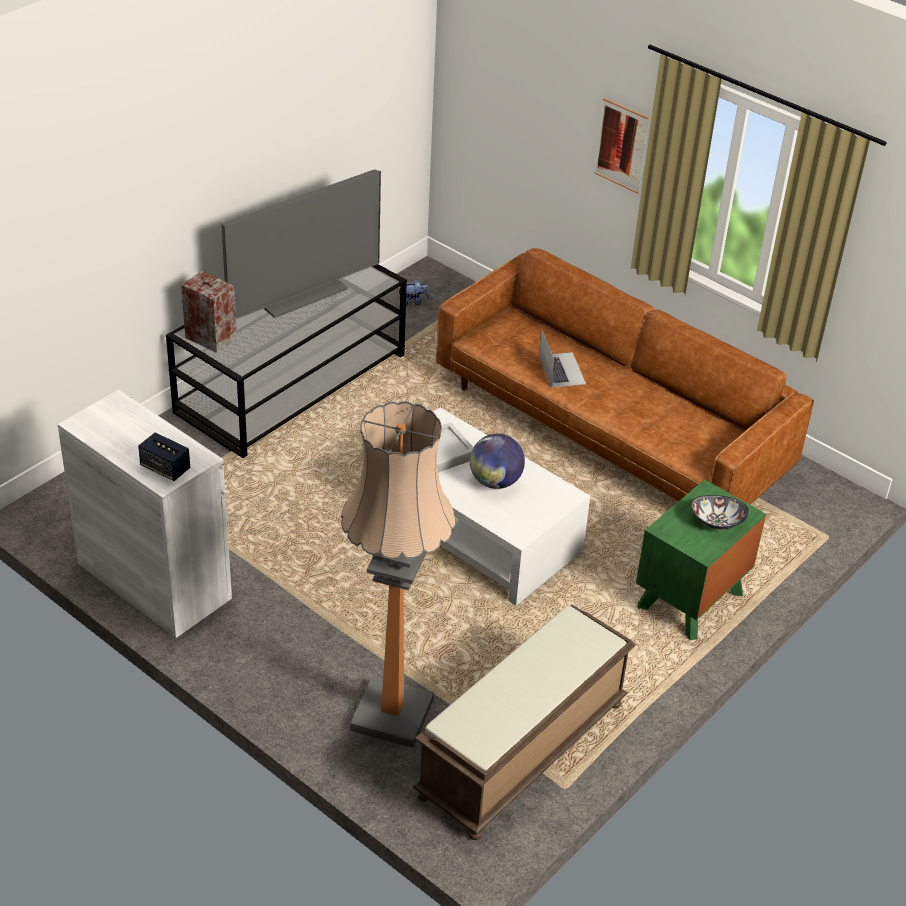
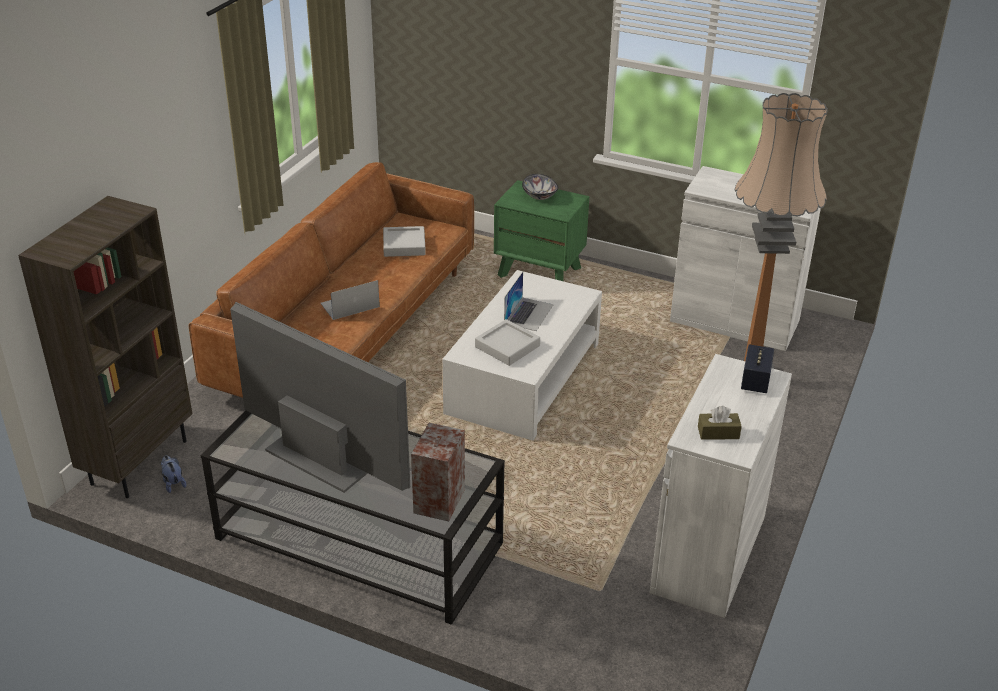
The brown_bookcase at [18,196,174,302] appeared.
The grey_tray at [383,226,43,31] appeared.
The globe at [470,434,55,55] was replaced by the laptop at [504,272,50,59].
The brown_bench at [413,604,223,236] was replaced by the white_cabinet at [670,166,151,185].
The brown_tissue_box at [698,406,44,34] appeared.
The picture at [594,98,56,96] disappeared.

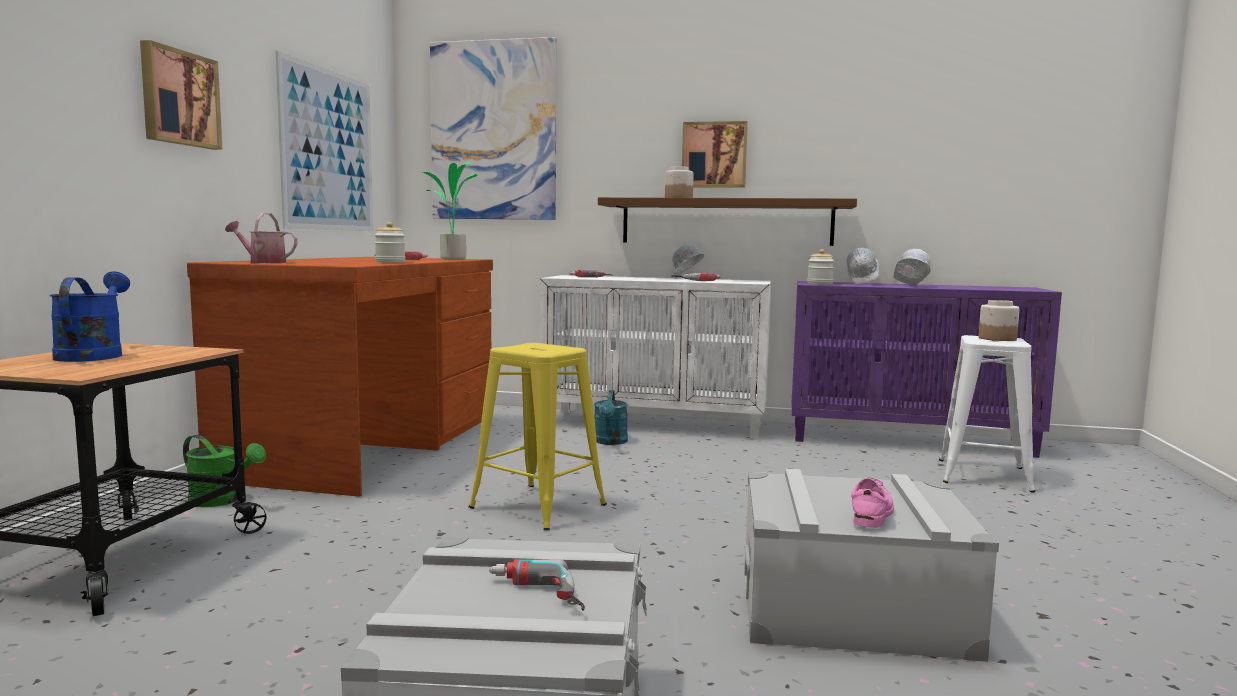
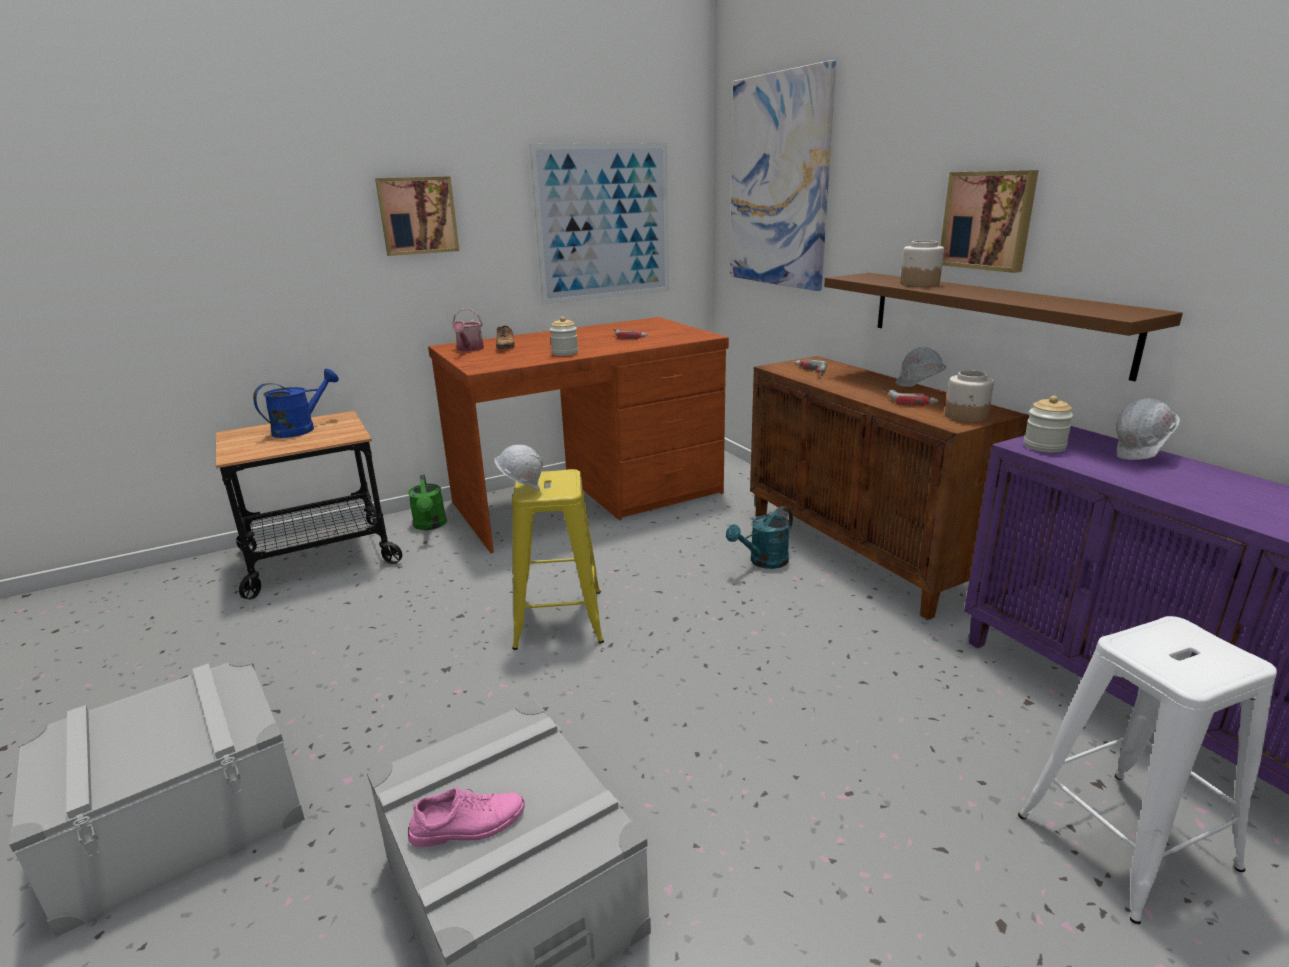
The watering_can at [225,212,73,51] turned 150 degrees counterclockwise.
The white_hard_hat moved from [894,249,37,37] to [494,445,49,47].
The shoe at [496,326,19,23] appeared.
The white_cabinet at [540,275,231,164] became the brown_cabinet at [750,356,279,264].
The jar moved from [979,300,41,41] to [945,370,49,53].
The potted_plant at [421,162,56,97] disappeared.
The power_drill at [489,559,96,52] disappeared.

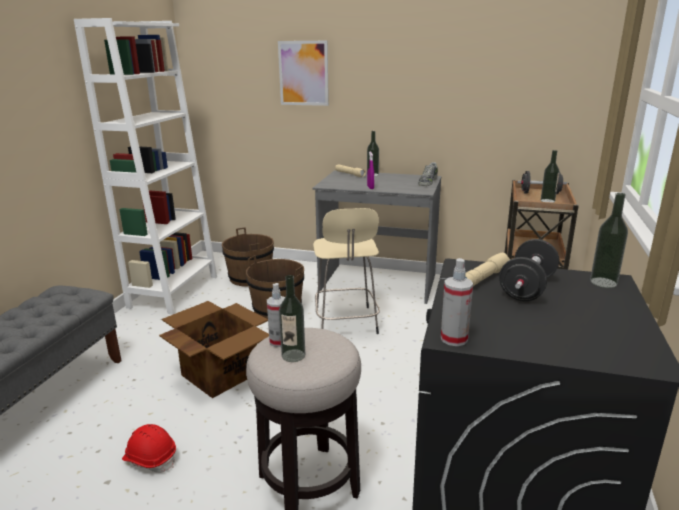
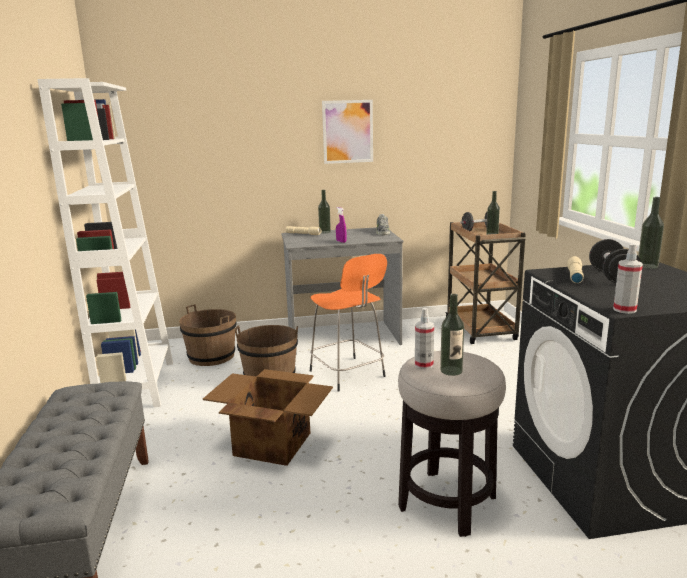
The beige_stool at [313,208,67,126] became the orange_stool at [310,254,77,138].
The picture moved from [278,41,51,65] to [322,100,51,64].
The red_hard_hat at [122,424,54,49] disappeared.

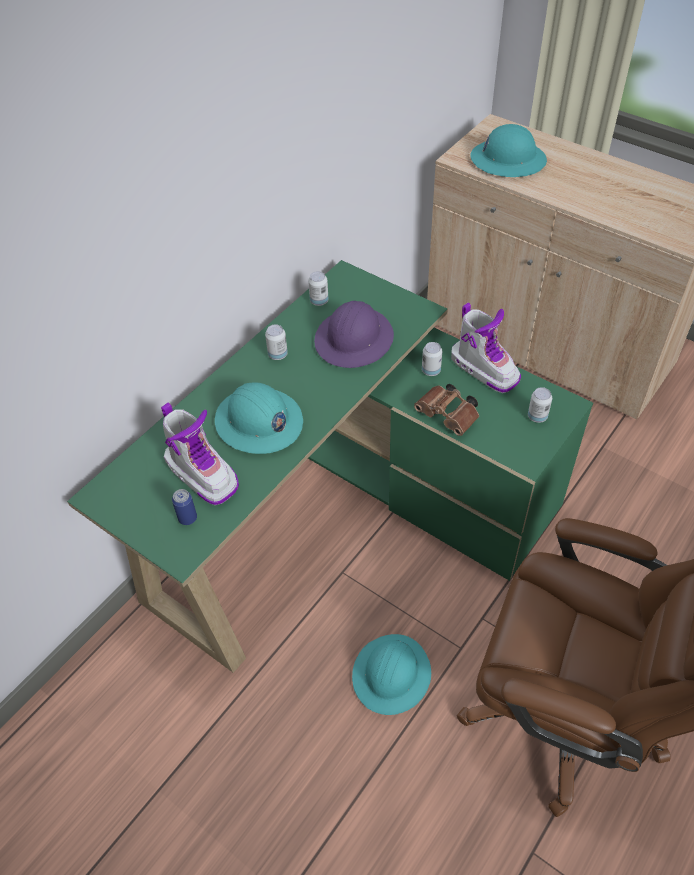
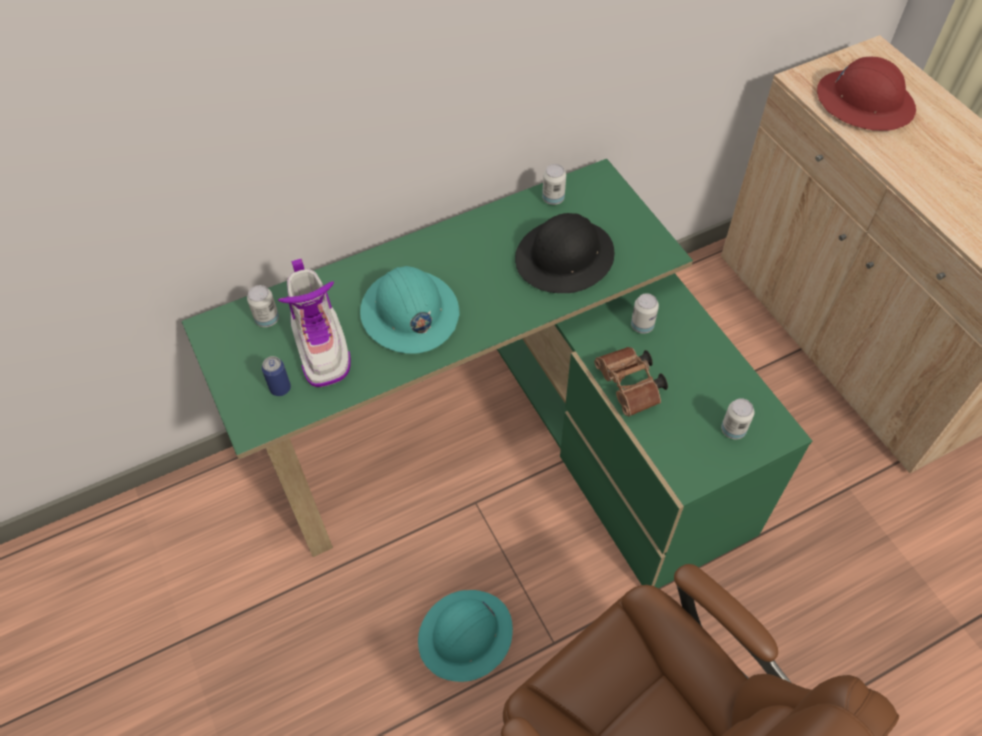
The can moved from [265,324,23,36] to [247,285,32,42].
The purple_hard_hat at [314,301,80,67] became the black_hard_hat at [515,213,99,80].
The turquoise_hard_hat at [470,124,77,53] became the red_hard_hat at [817,57,99,74].
The boot at [451,302,70,91] disappeared.

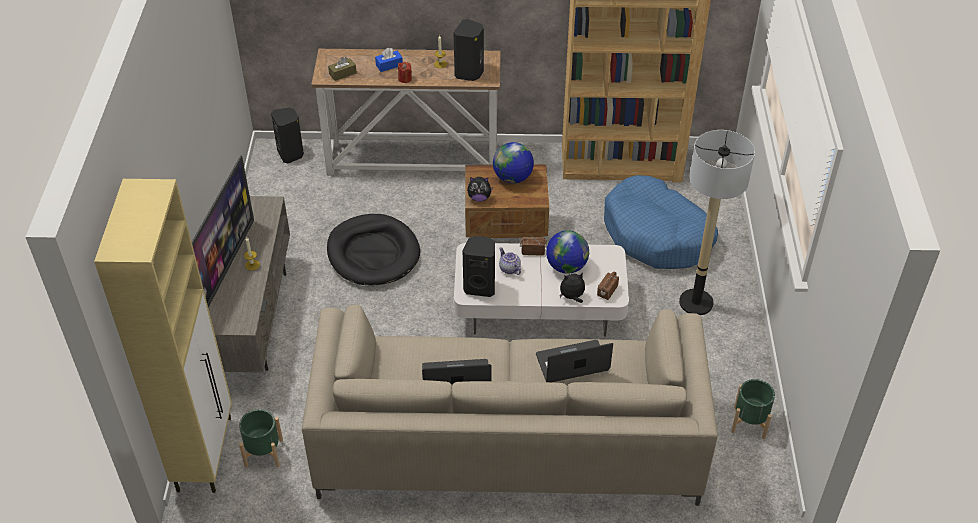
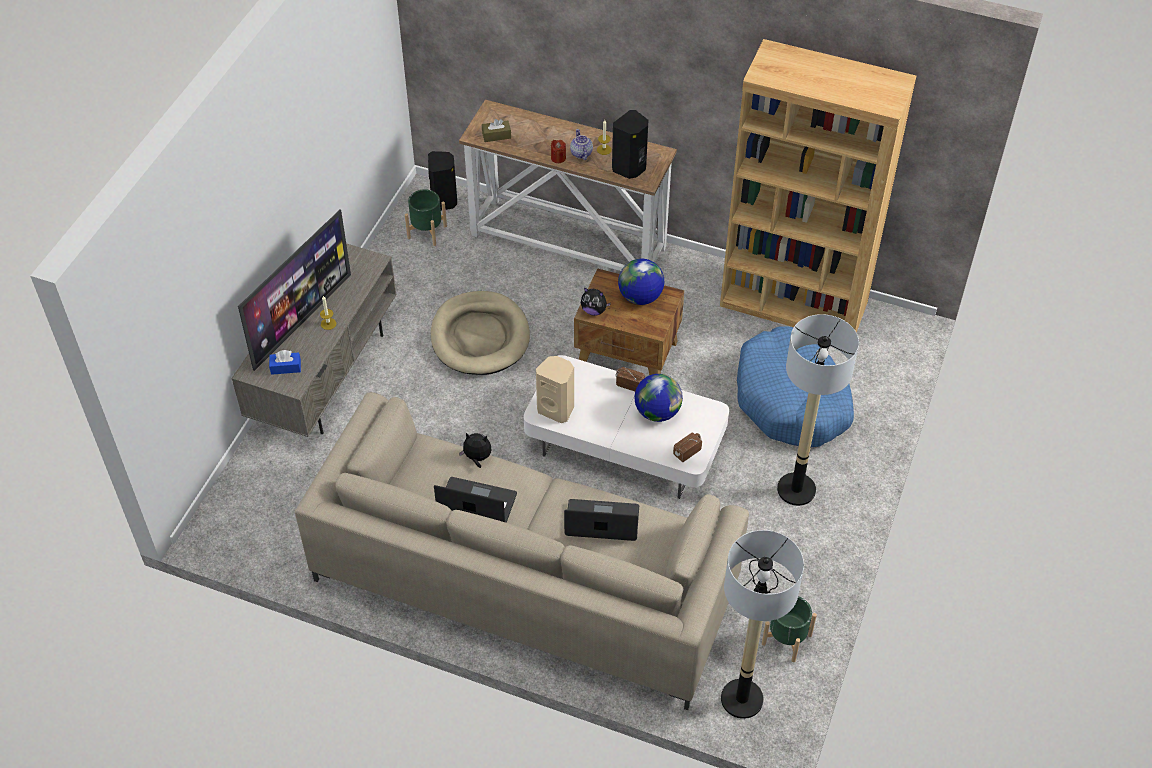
The blue_tissue_box moved from [375,48,28,24] to [269,350,32,25].
The green_planter moved from [239,409,44,59] to [405,189,42,57].
The black_dog_bed at [327,214,93,72] became the beige_dog_bed at [431,291,99,84].
The plush_toy moved from [560,272,25,31] to [459,433,32,35].
The black_speaker at [463,236,32,61] became the beige_speaker at [536,356,38,67].
The teapot moved from [499,247,22,28] to [570,129,23,31].
The floor_lamp at [721,530,83,189] appeared.
The beige_cabinet at [94,179,138,314] disappeared.

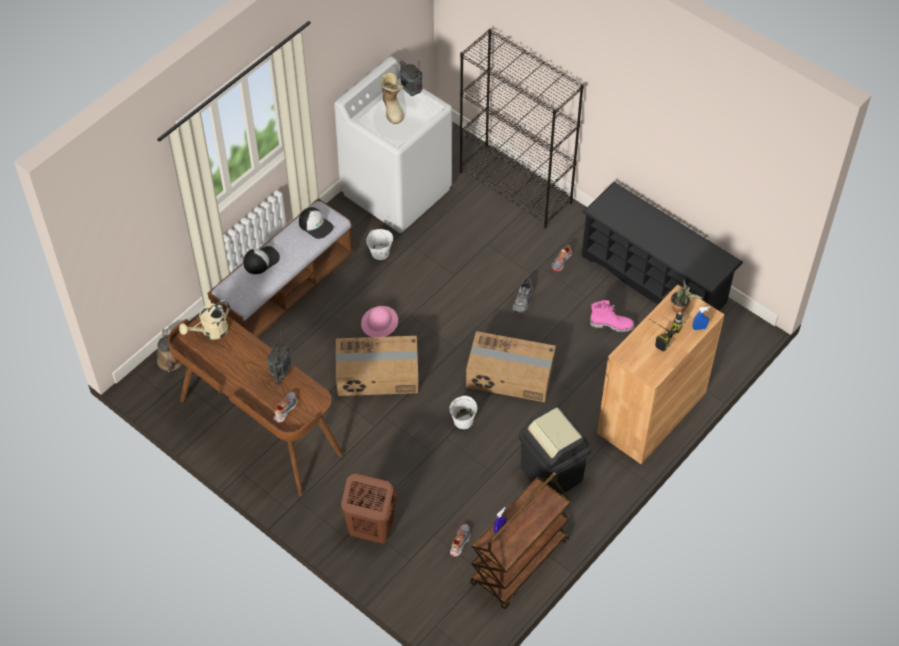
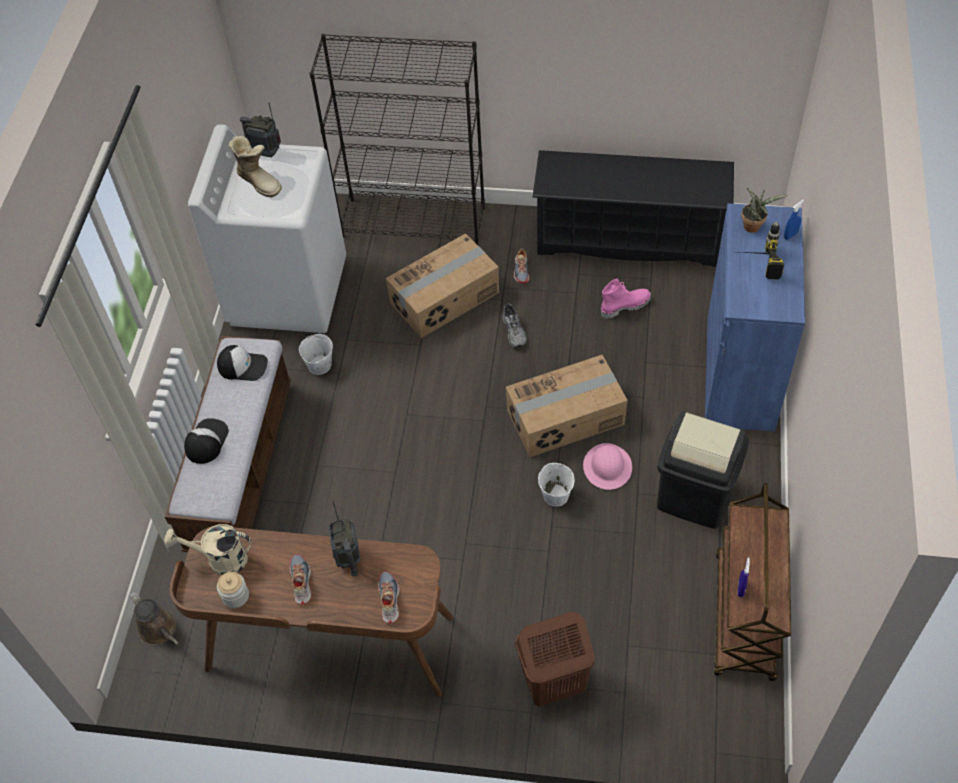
The beige_watering_can at [179,300,51,40] turned 75 degrees clockwise.
The jar at [217,572,32,36] appeared.
The shoe moved from [450,524,21,33] to [289,554,22,51].
The cardboard_box moved from [336,336,82,60] to [386,233,113,105].
The pink_hard_hat moved from [361,306,37,31] to [583,443,49,47].
The brown_cabinet at [597,284,128,180] became the blue_cabinet at [705,203,100,229].

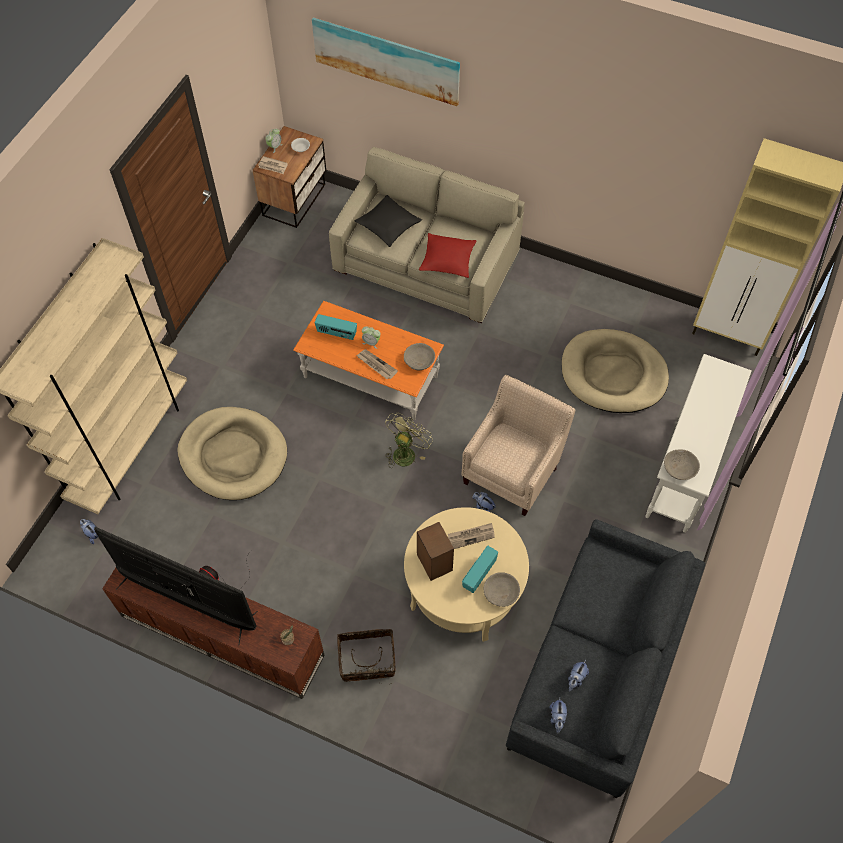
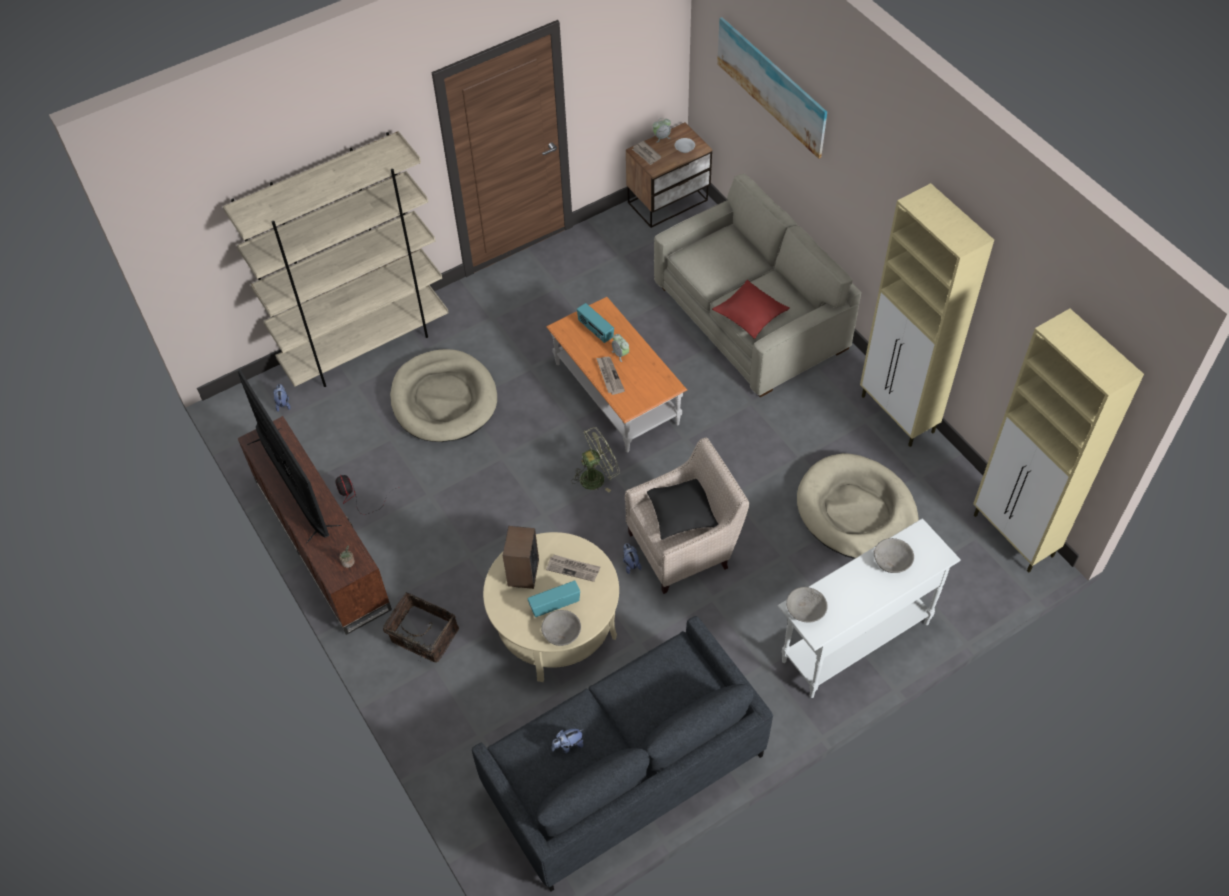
The black_pillow moved from [355,195,67,52] to [647,479,71,61].
The beige_cabinet at [860,183,134,264] appeared.
The grey_bowl moved from [404,343,31,27] to [874,538,40,35].
The plush_toy at [549,697,18,36] disappeared.

